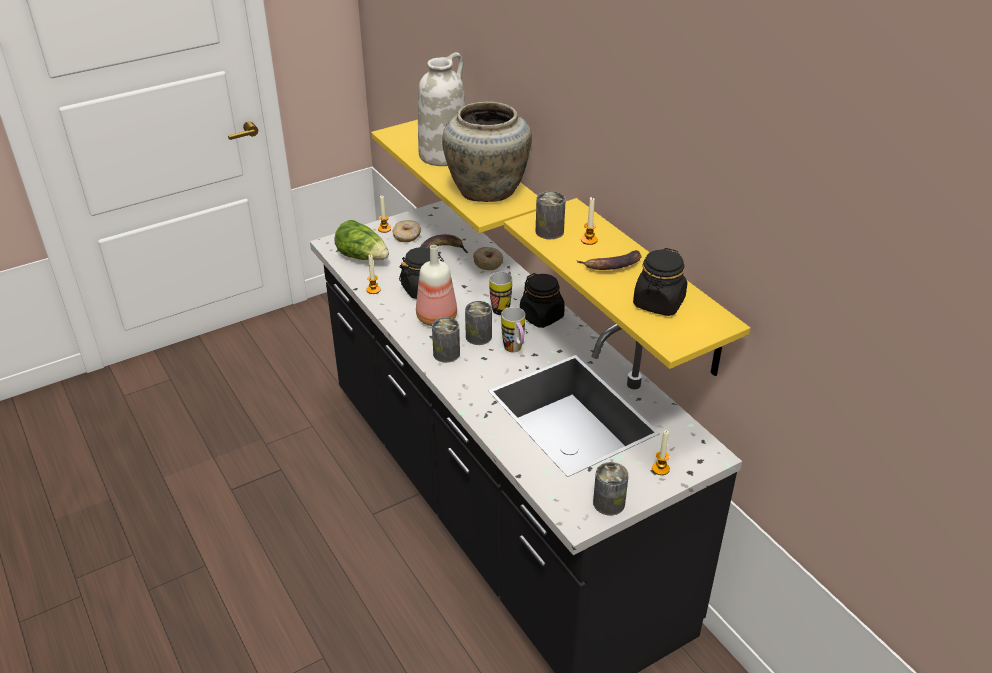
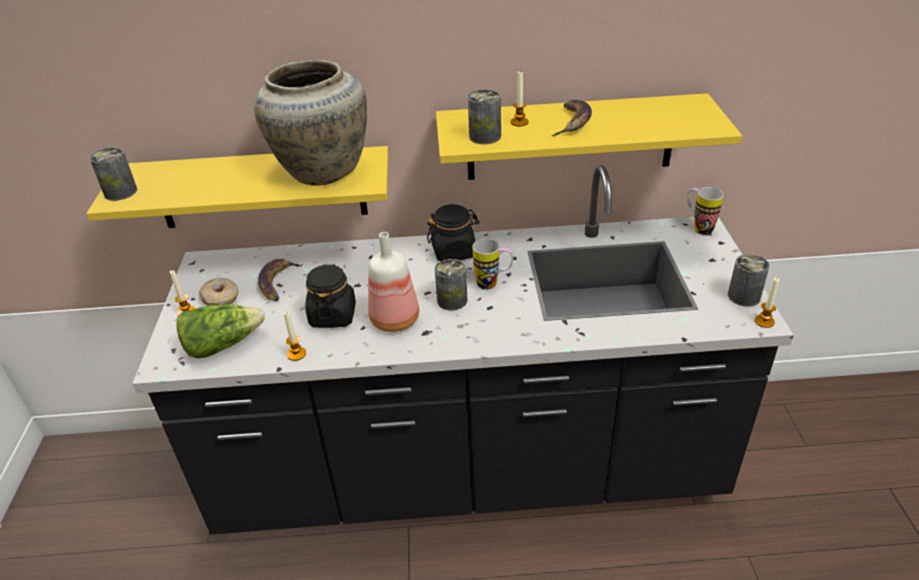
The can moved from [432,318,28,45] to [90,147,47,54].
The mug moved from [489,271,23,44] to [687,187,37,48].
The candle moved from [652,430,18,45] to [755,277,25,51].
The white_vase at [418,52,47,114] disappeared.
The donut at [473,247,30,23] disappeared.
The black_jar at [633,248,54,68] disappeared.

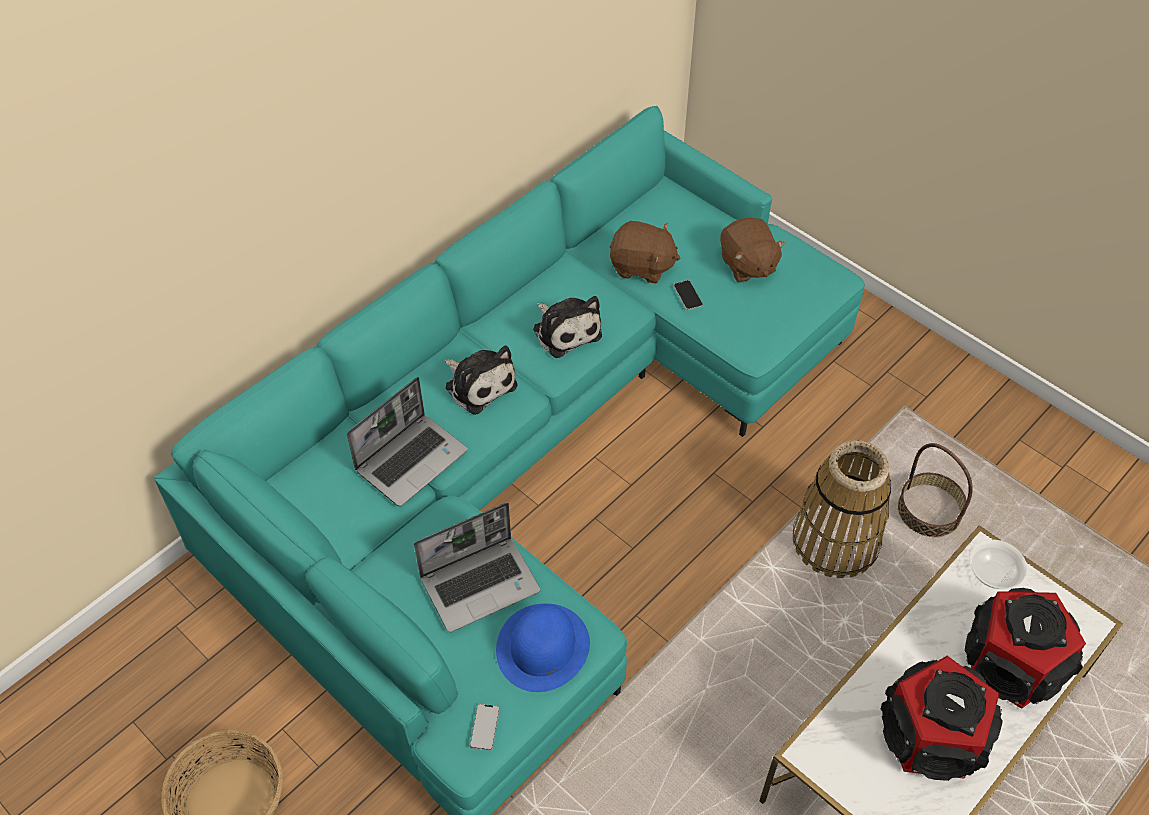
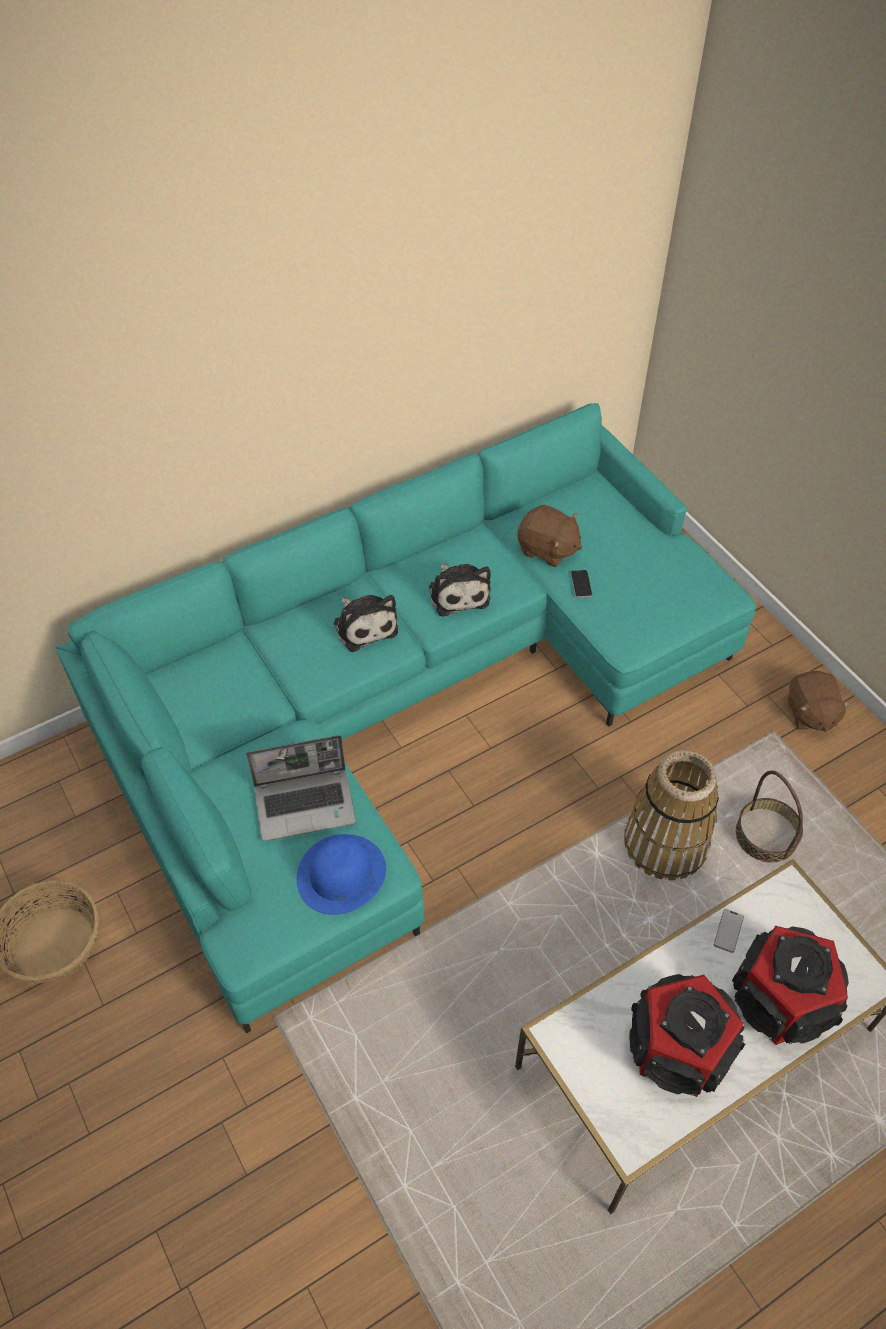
The phone moved from [470,704,30,47] to [714,909,30,44].
The brown_plush_toy moved from [720,218,66,65] to [788,671,64,61].
The laptop at [347,377,121,129] disappeared.
The bowl at [969,540,58,49] disappeared.

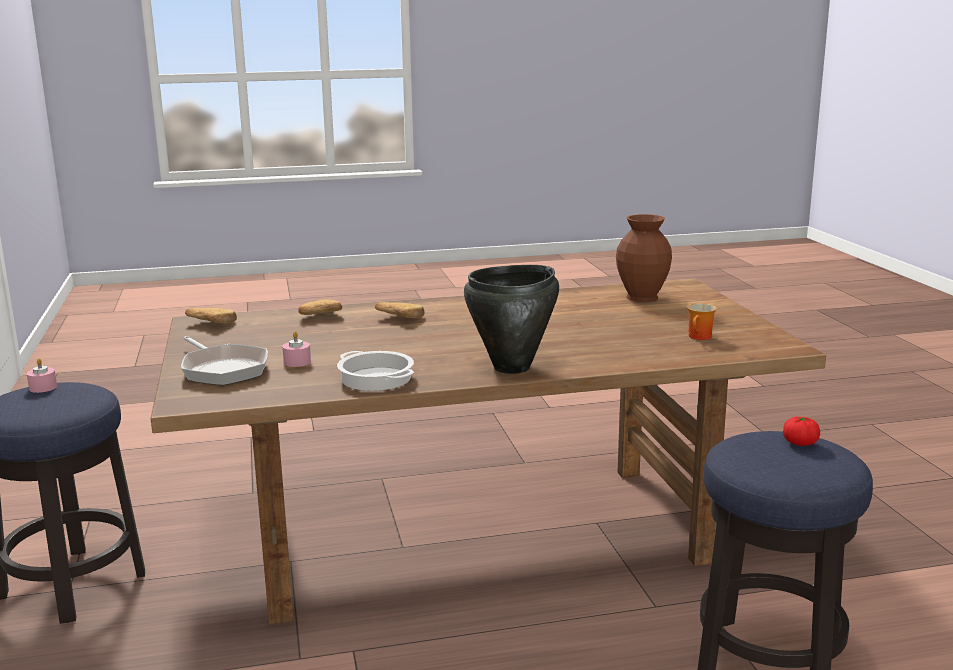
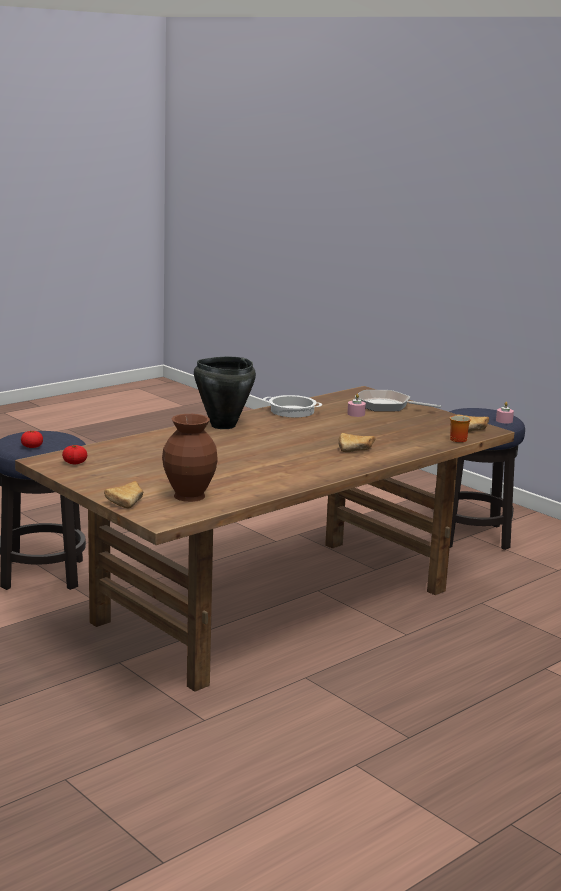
The tomato at [62,445,25,20] appeared.
The bread moved from [298,299,44,16] to [104,481,39,27].
The mug moved from [687,303,30,37] to [450,415,21,27].

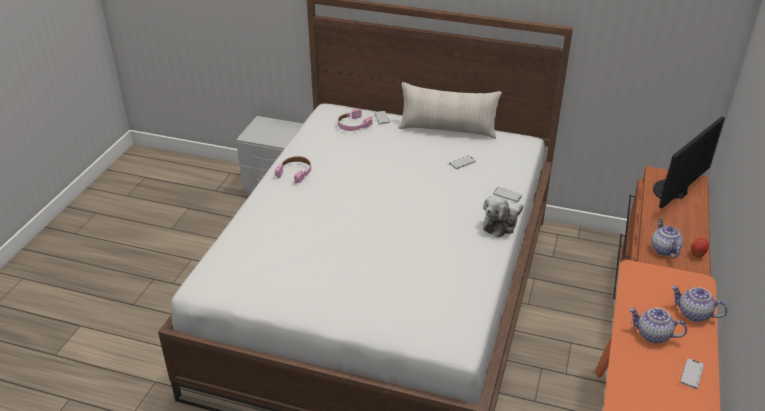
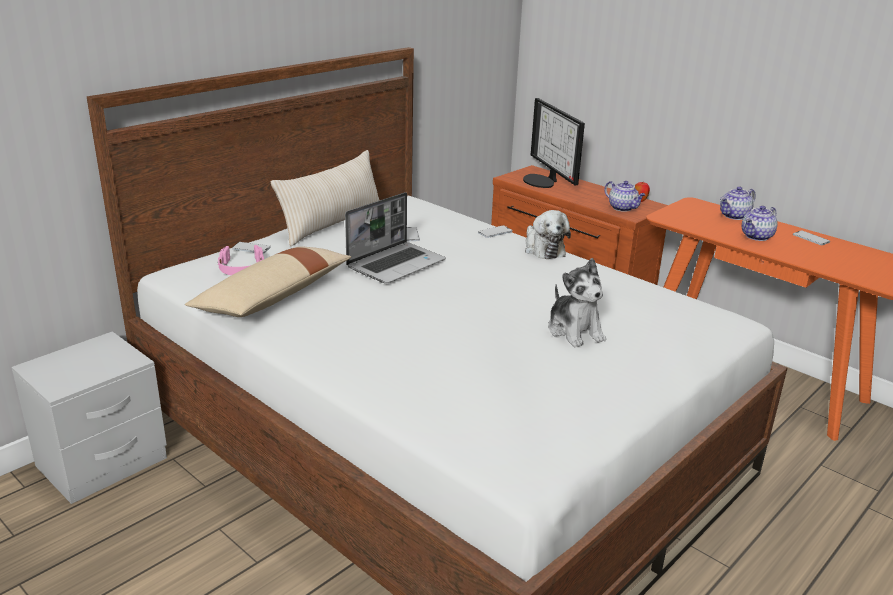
The beige_pillow at [185,246,166,71] appeared.
The laptop at [345,192,101,91] appeared.
The plush_toy at [548,258,58,89] appeared.
The teapot at [651,219,32,39] turned 150 degrees counterclockwise.
The pink_headphones at [275,156,36,27] disappeared.

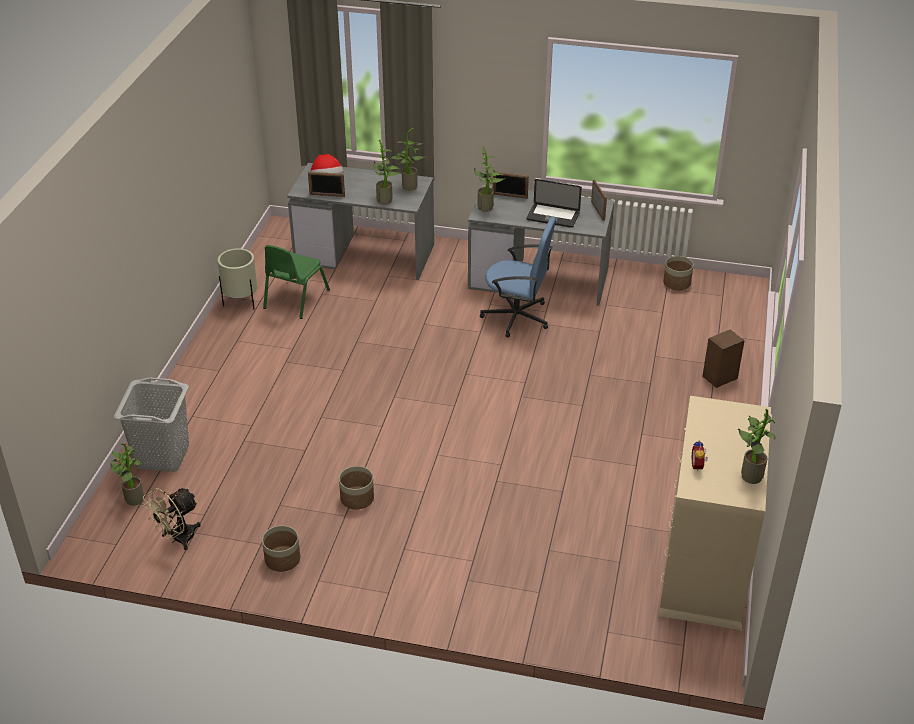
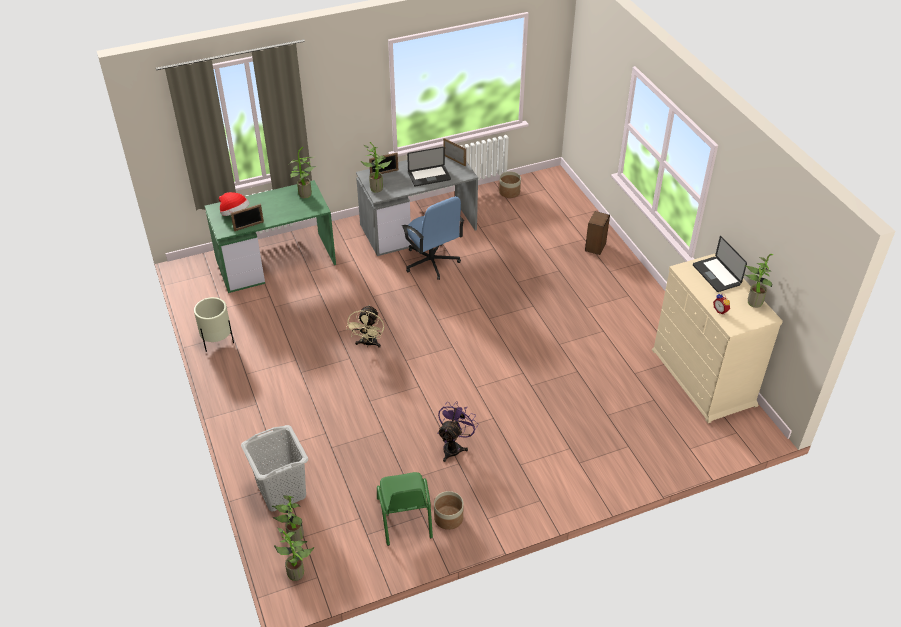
The grey_desk at [287,163,147,117] became the green_desk at [205,180,131,113].
The potted_plant moved from [374,140,28,65] to [274,527,40,54].
The beige_fan moved from [143,488,58,62] to [346,305,38,43].
The green_chair moved from [263,245,67,74] to [377,472,56,74].
The blue_office_chair at [480,217,76,121] turned 75 degrees clockwise.
The planter at [339,466,35,43] was replaced by the purple_fan at [438,401,41,61].
The laptop at [693,236,54,56] appeared.

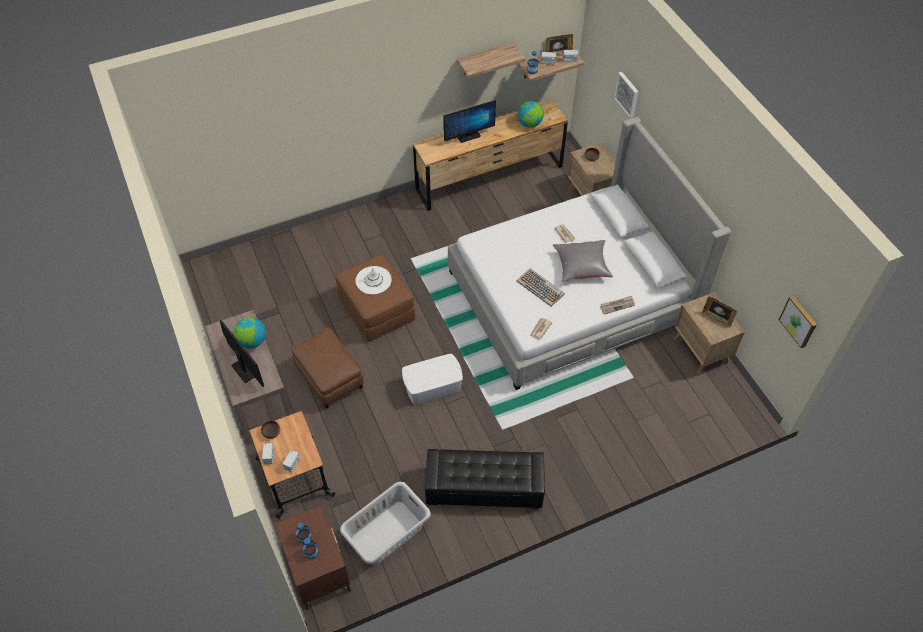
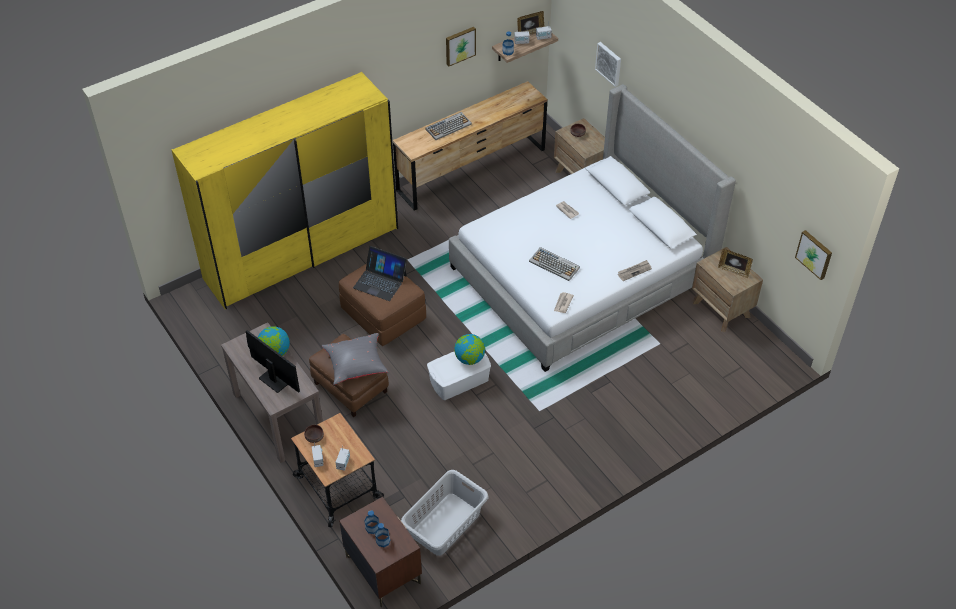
The yellow_wardrobe at [171,72,227,237] appeared.
The grey_pillow moved from [553,240,60,42] to [322,333,67,52].
The white_hat at [356,266,36,28] was replaced by the laptop at [353,246,54,55].
The monitor at [443,100,53,43] was replaced by the keyboard at [425,112,47,28].
The shelf at [457,43,68,35] was replaced by the picture at [446,27,30,39].
The globe moved from [518,101,26,27] to [454,334,31,31].
The black_ottoman at [425,449,120,60] disappeared.

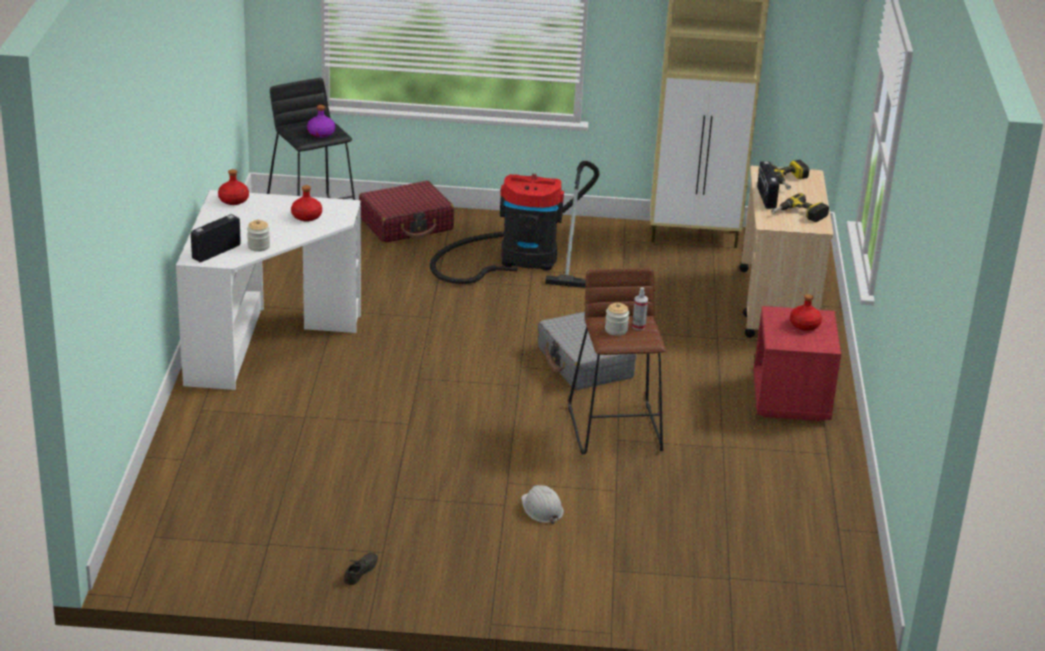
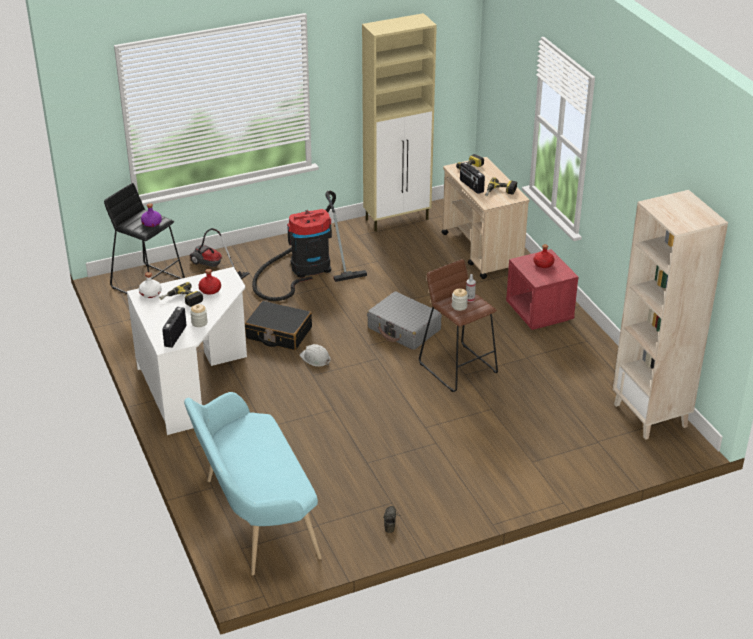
The red_bottle at [218,169,31,36] became the white_bottle at [139,272,23,26].
The power_drill at [159,282,44,25] appeared.
The turquoise_bench at [184,392,137,183] appeared.
The red_suitcase at [359,181,95,62] was replaced by the vacuum_cleaner at [189,228,61,51].
The black_suitcase at [245,301,67,49] appeared.
The white_hard_hat moved from [521,485,43,39] to [300,344,31,23].
The beige_bookcase at [613,190,115,250] appeared.

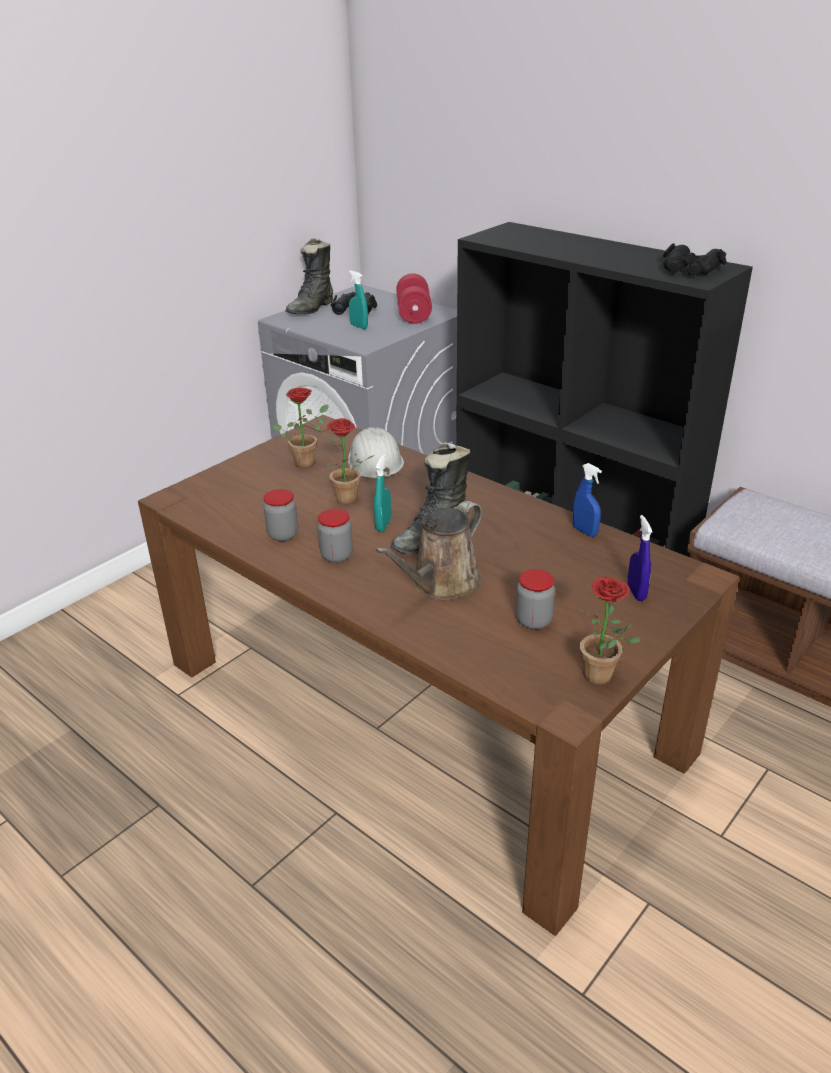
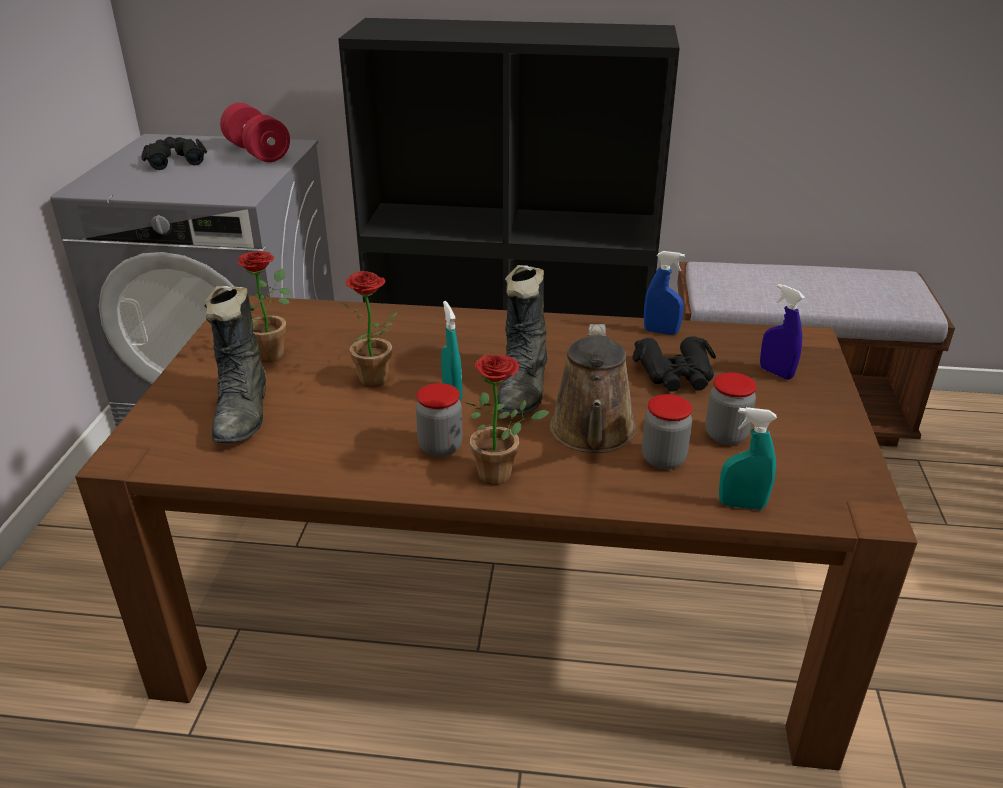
The black_boot moved from [285,238,48,76] to [204,286,62,157].
The potted_plant moved from [579,577,62,108] to [465,355,84,130].
The black_binoculars moved from [663,243,64,33] to [632,336,84,56].
The jar moved from [264,489,34,52] to [642,394,50,75].
The turquoise_spray_bottle moved from [349,270,19,59] to [719,407,58,103].
The white_hard_hat at [348,427,56,51] disappeared.

